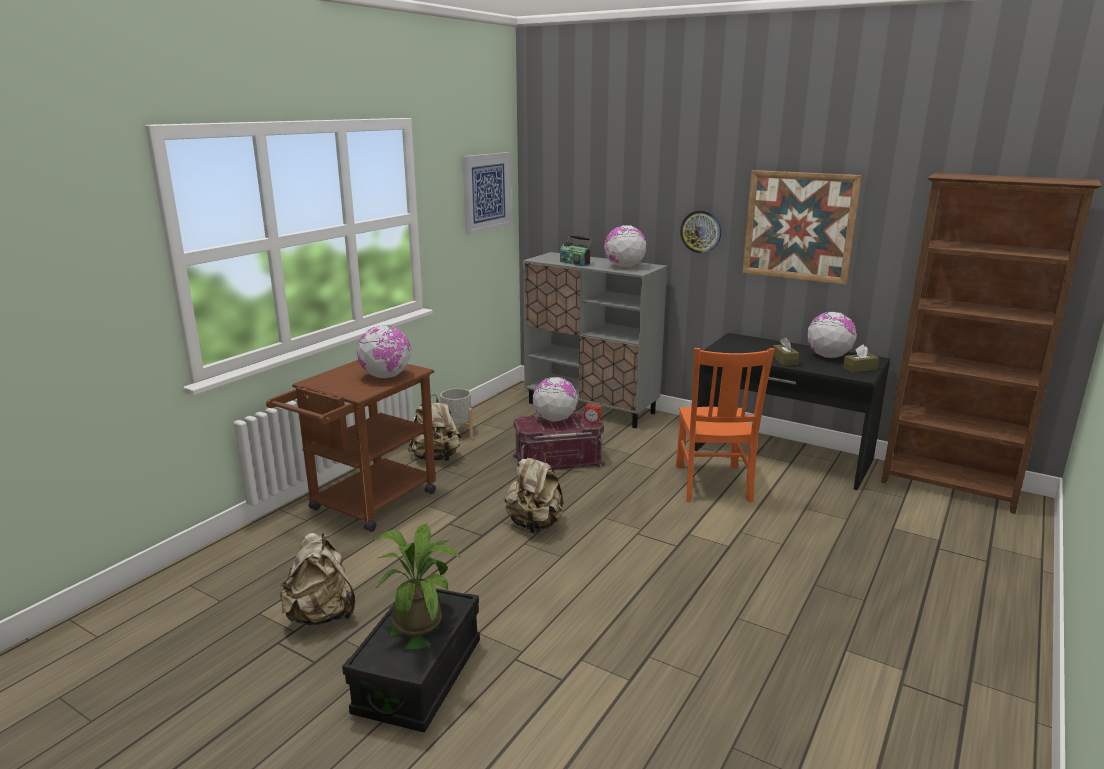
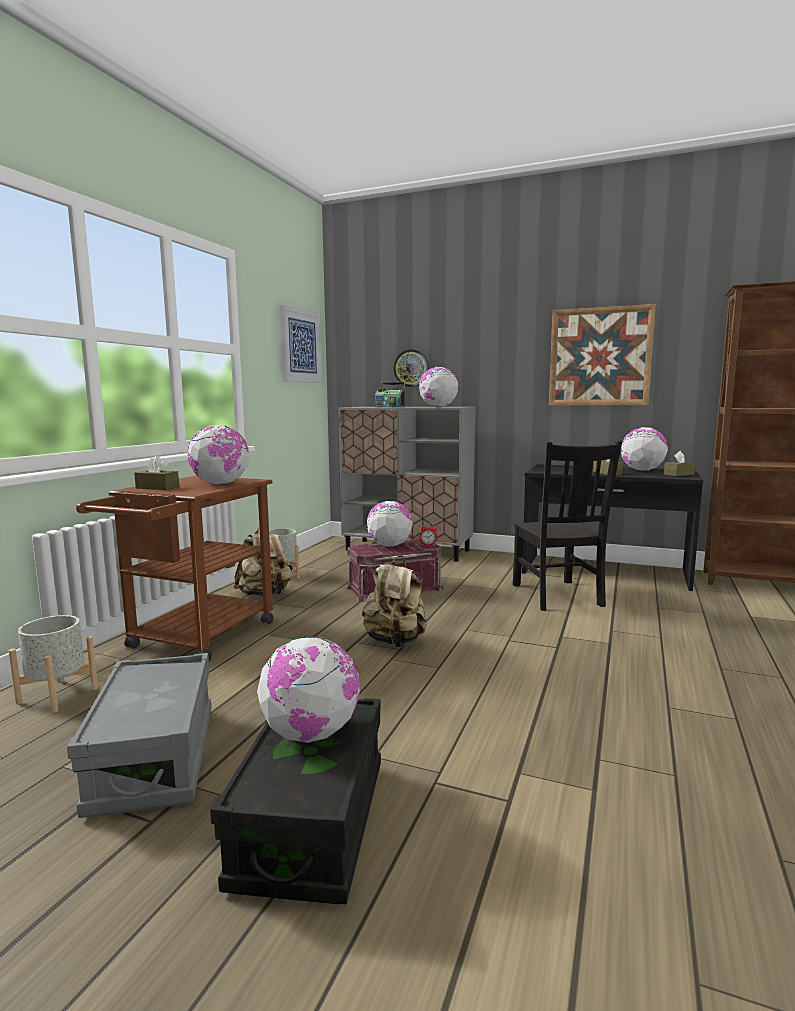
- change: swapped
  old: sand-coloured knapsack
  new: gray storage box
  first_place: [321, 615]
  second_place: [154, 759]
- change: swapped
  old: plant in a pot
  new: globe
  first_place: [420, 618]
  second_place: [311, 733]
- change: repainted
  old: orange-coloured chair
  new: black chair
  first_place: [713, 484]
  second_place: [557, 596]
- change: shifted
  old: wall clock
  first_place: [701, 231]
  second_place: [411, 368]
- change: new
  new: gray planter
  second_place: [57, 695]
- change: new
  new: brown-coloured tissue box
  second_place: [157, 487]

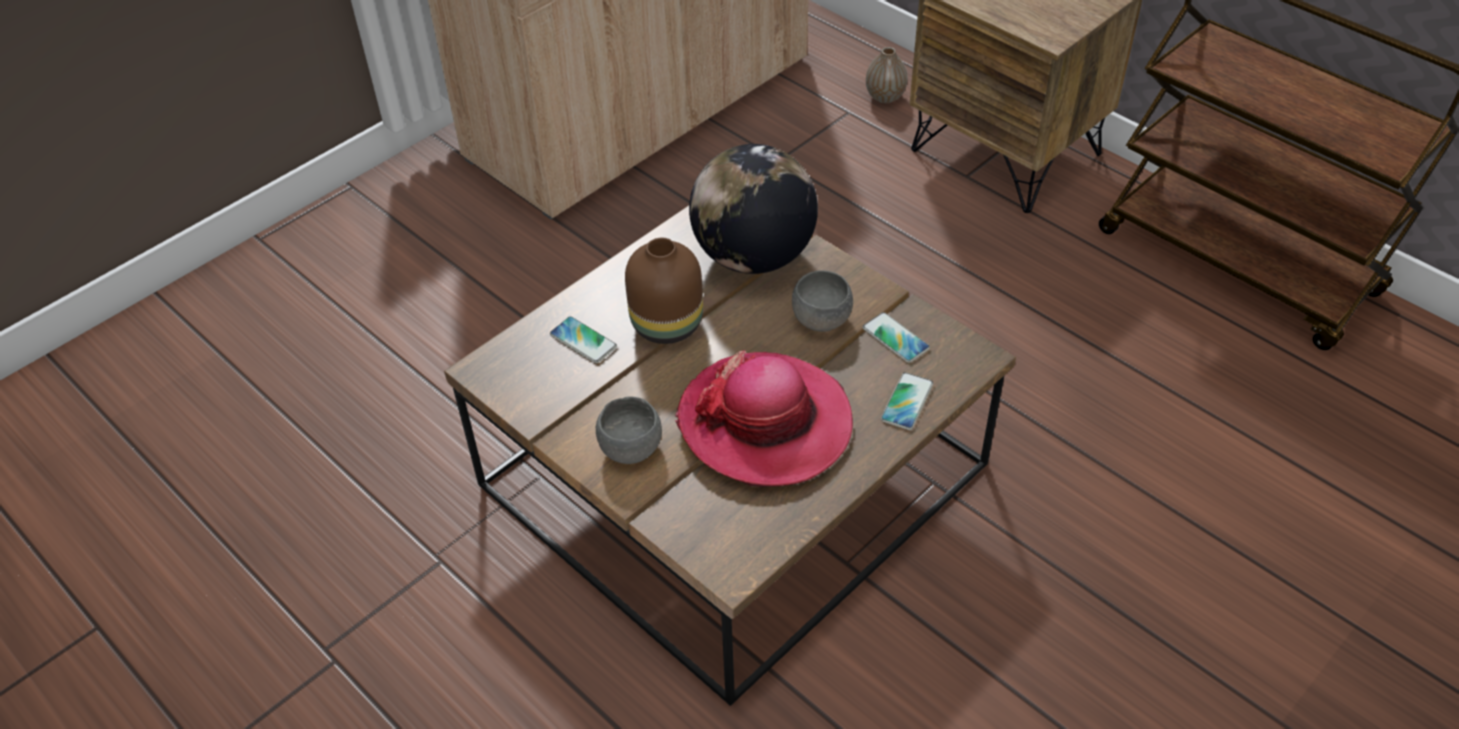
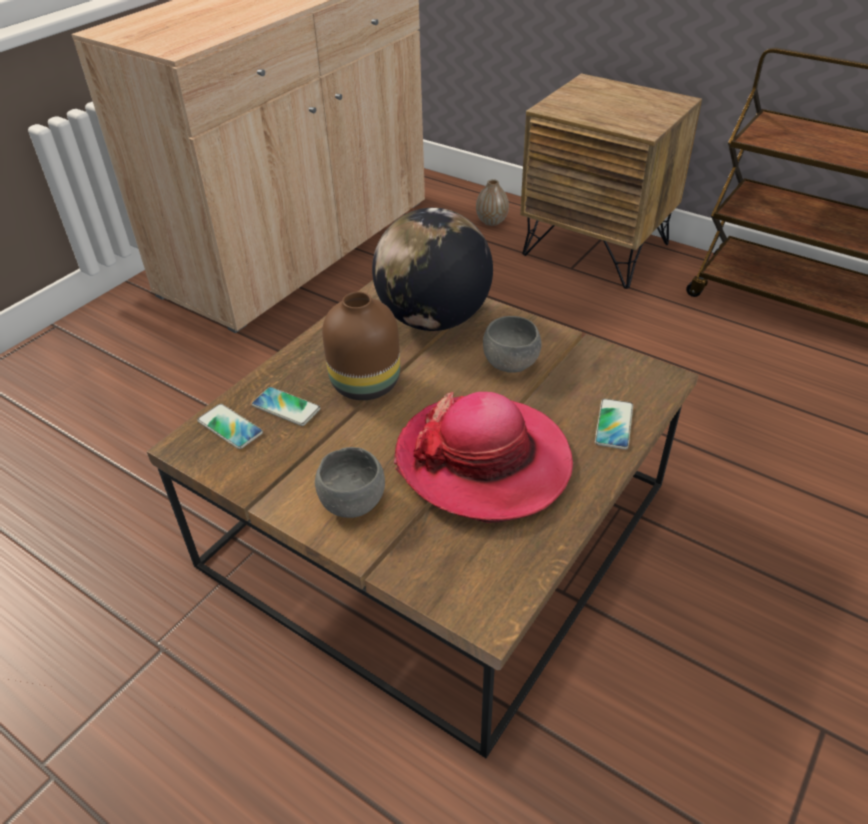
- change: shifted
  old: phone
  first_place: [895, 338]
  second_place: [230, 427]

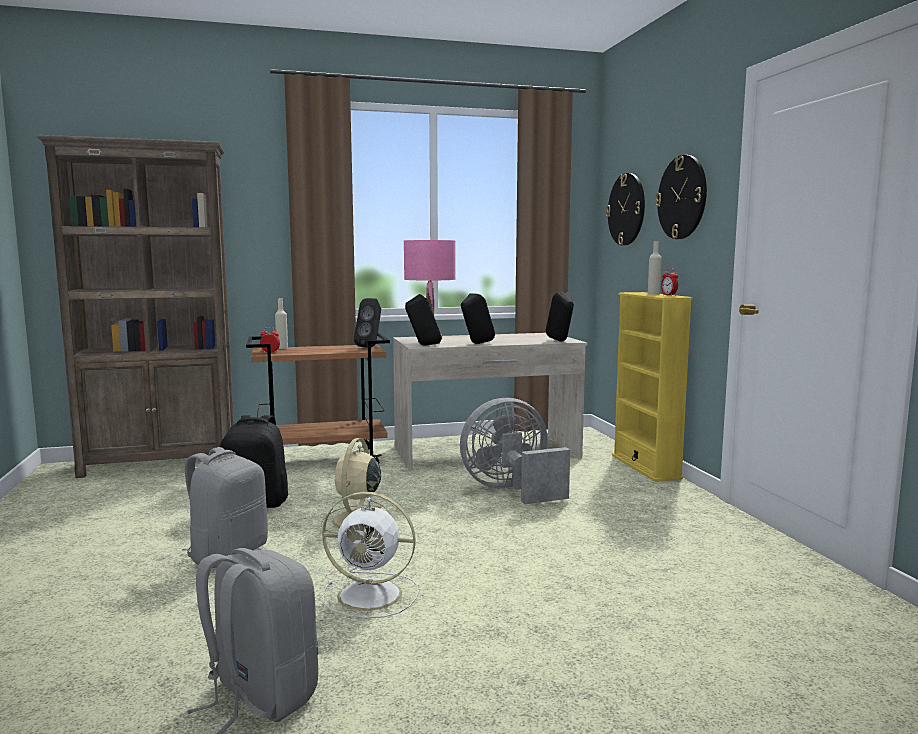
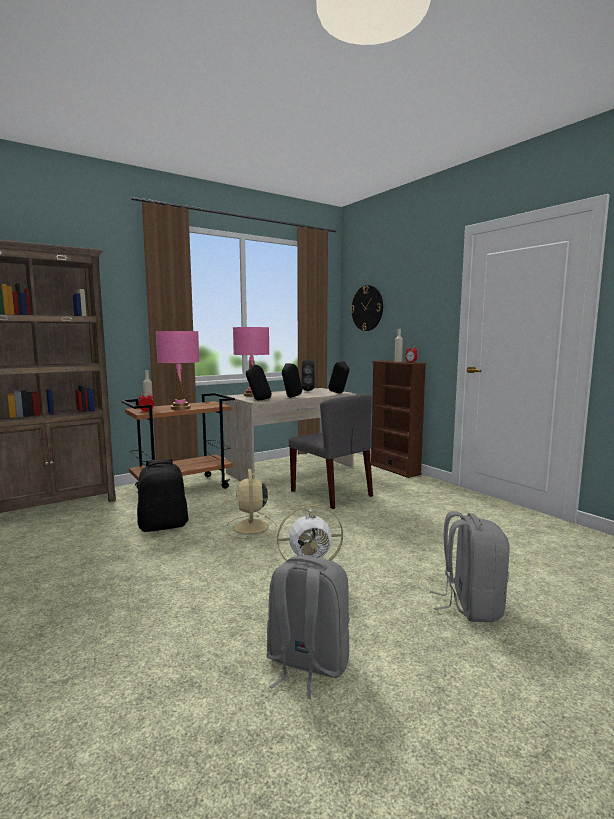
- change: shifted
  old: gray knapsack
  first_place: [227, 554]
  second_place: [470, 605]
- change: shifted
  old: black speaker
  first_place: [370, 347]
  second_place: [308, 390]
- change: swapped
  old: gray fan
  new: gray chair
  first_place: [511, 490]
  second_place: [332, 493]
- change: repainted
  old: yellow-coloured shelving unit
  new: brown-coloured shelving unit
  first_place: [645, 467]
  second_place: [394, 469]
- change: gone
  old: wall clock
  first_place: [682, 197]
- change: new
  new: pinkish table lamp
  second_place: [180, 408]

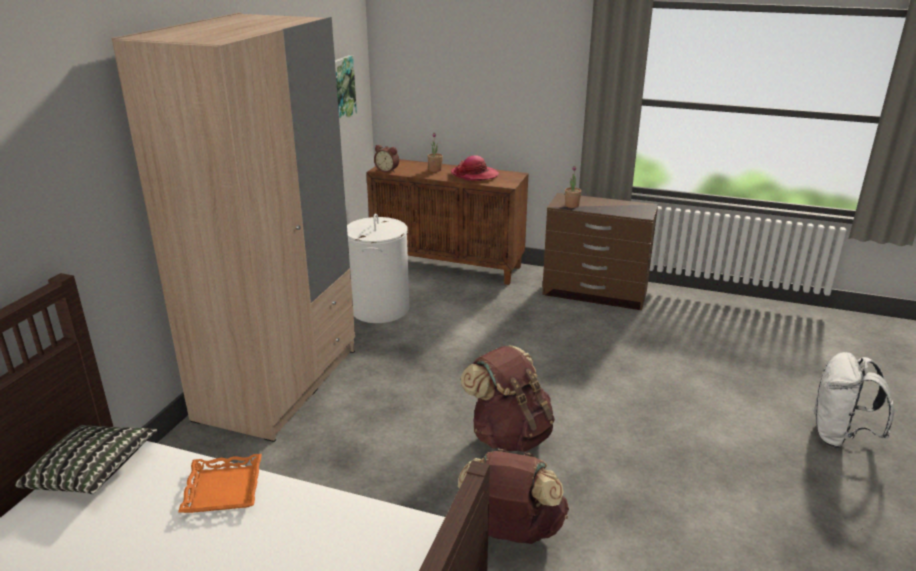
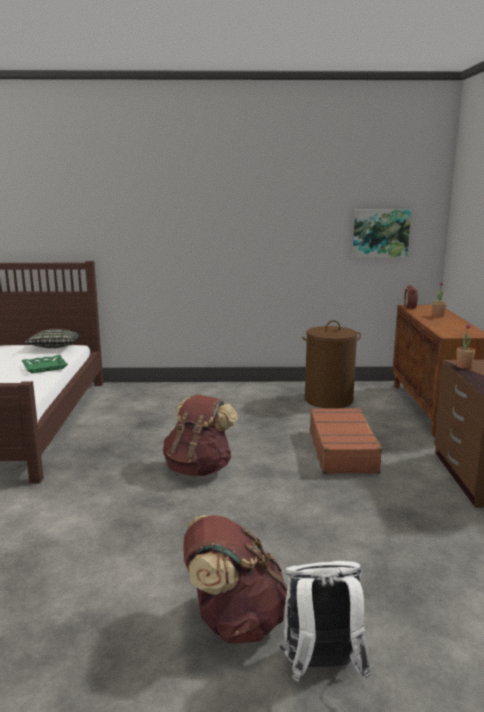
- change: gone
  old: sand-coloured clothes cupboard
  first_place: [279, 383]
- change: repainted
  old: orange-coloured serving tray
  new: greenish serving tray
  first_place: [224, 489]
  second_place: [44, 367]
- change: repainted
  old: white-coloured hamper
  new: brown-coloured hamper
  first_place: [380, 309]
  second_place: [328, 400]
- change: gone
  old: clothing hat
  first_place: [474, 175]
- change: shifted
  old: brown-coloured knapsack
  first_place: [511, 531]
  second_place: [233, 621]
- change: new
  new: brown-coloured travel case
  second_place: [343, 450]

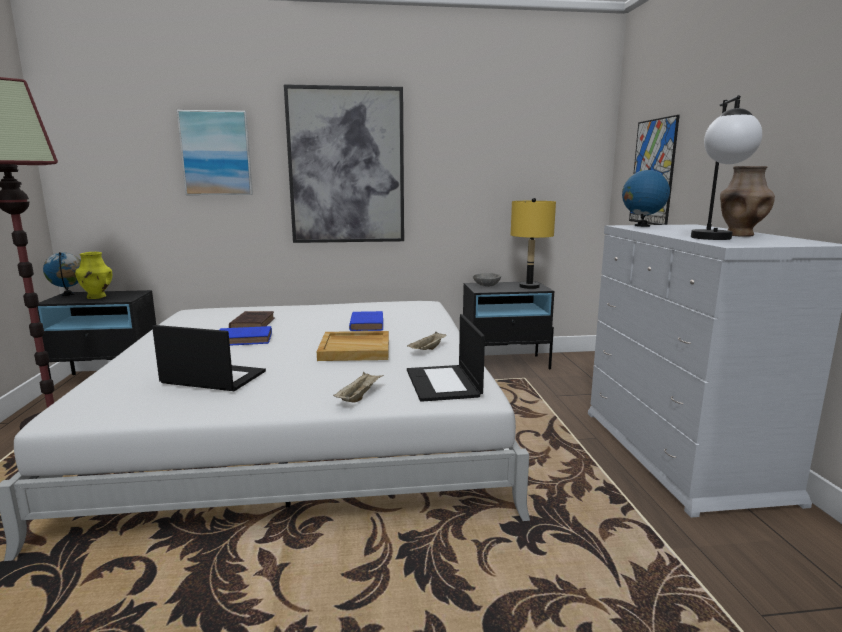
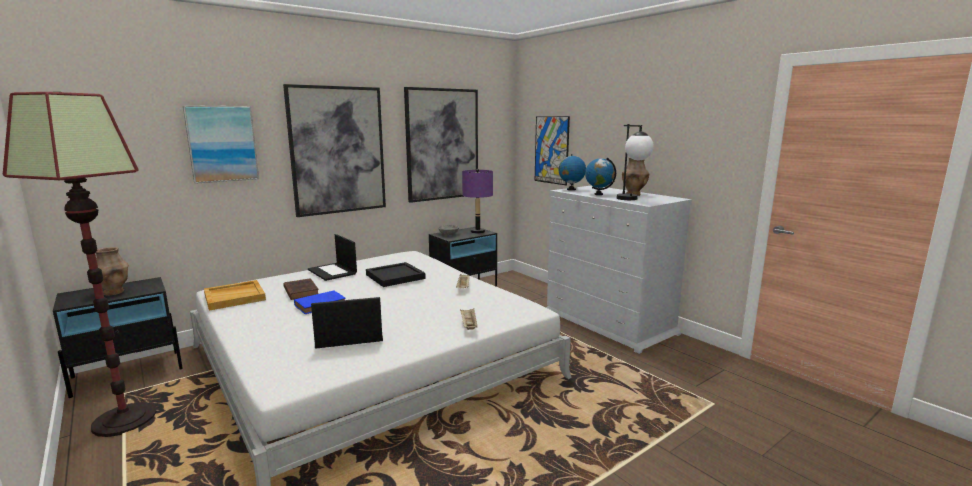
- change: shifted
  old: globe
  first_place: [68, 294]
  second_place: [598, 194]
- change: repainted
  old: yellow-coloured flower vase
  new: brown-coloured flower vase
  first_place: [97, 297]
  second_place: [114, 292]
- change: shifted
  old: sand-coloured serving tray
  first_place: [355, 349]
  second_place: [235, 297]
- change: swapped
  old: blue-coloured bound book
  new: black serving tray
  first_place: [367, 324]
  second_place: [395, 276]
- change: shifted
  old: notebook computer
  first_place: [444, 383]
  second_place: [333, 272]
- change: repainted
  old: yellow-coloured table lamp
  new: purplish table lamp
  first_place: [529, 287]
  second_place: [477, 232]
- change: new
  new: wall picture
  second_place: [442, 144]

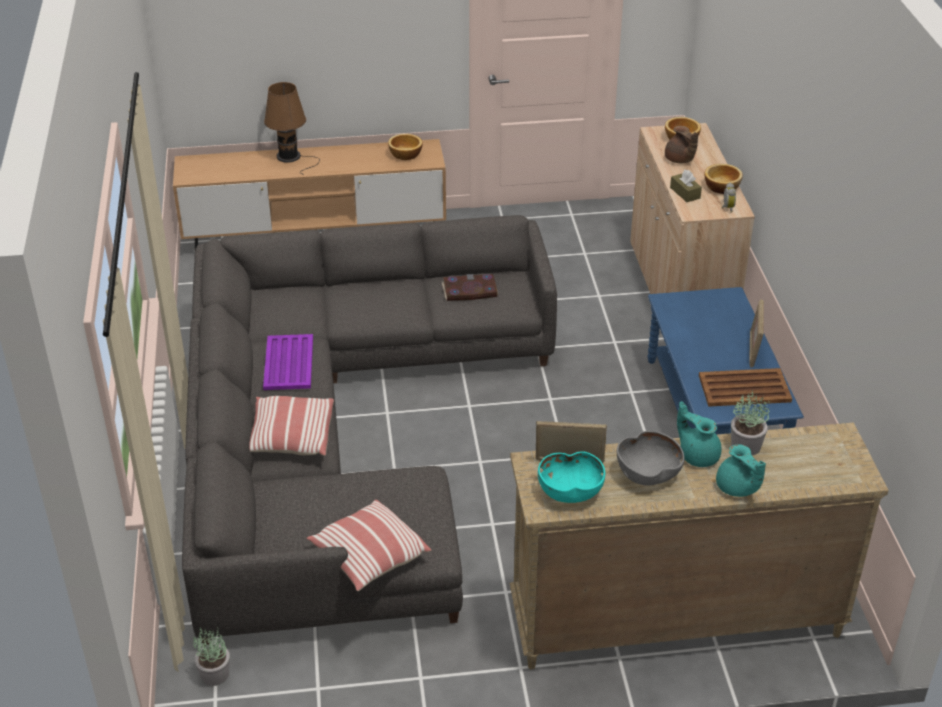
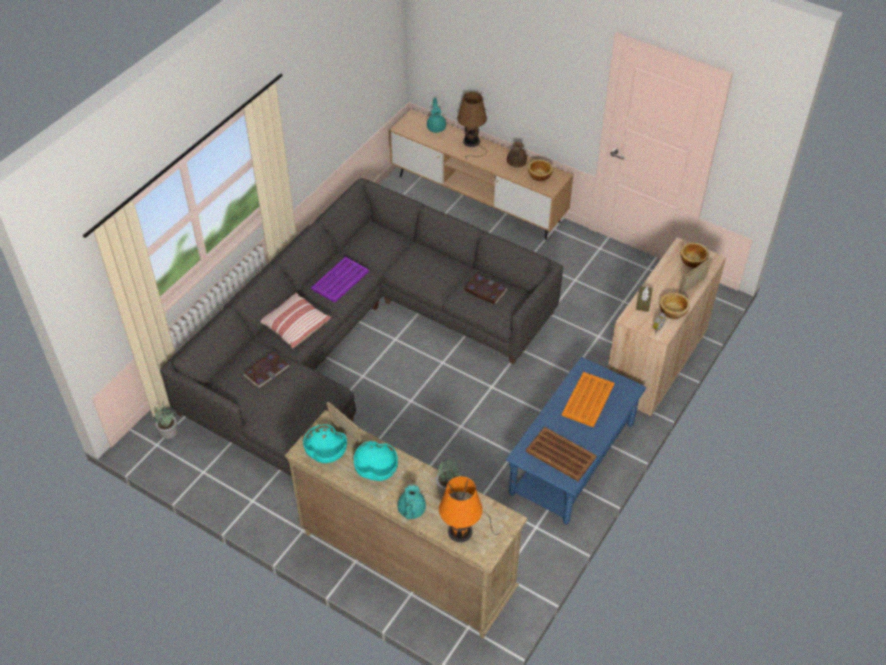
- change: gone
  old: pillow
  first_place: [369, 556]
- change: repainted
  old: gray serving bowl
  new: blue-green serving bowl
  first_place: [647, 473]
  second_place: [376, 469]
- change: shifted
  old: brown-coloured tea pot
  first_place: [679, 160]
  second_place: [516, 163]
- change: shifted
  old: blue-green tea pot
  first_place: [698, 455]
  second_place: [436, 127]
- change: shifted
  old: standing frame
  first_place: [753, 350]
  second_place: [692, 288]
- change: new
  new: bound book
  second_place: [266, 371]
- change: new
  new: orange-coloured table lamp
  second_place: [463, 530]
- change: new
  new: orange-coloured serving tray
  second_place: [588, 399]

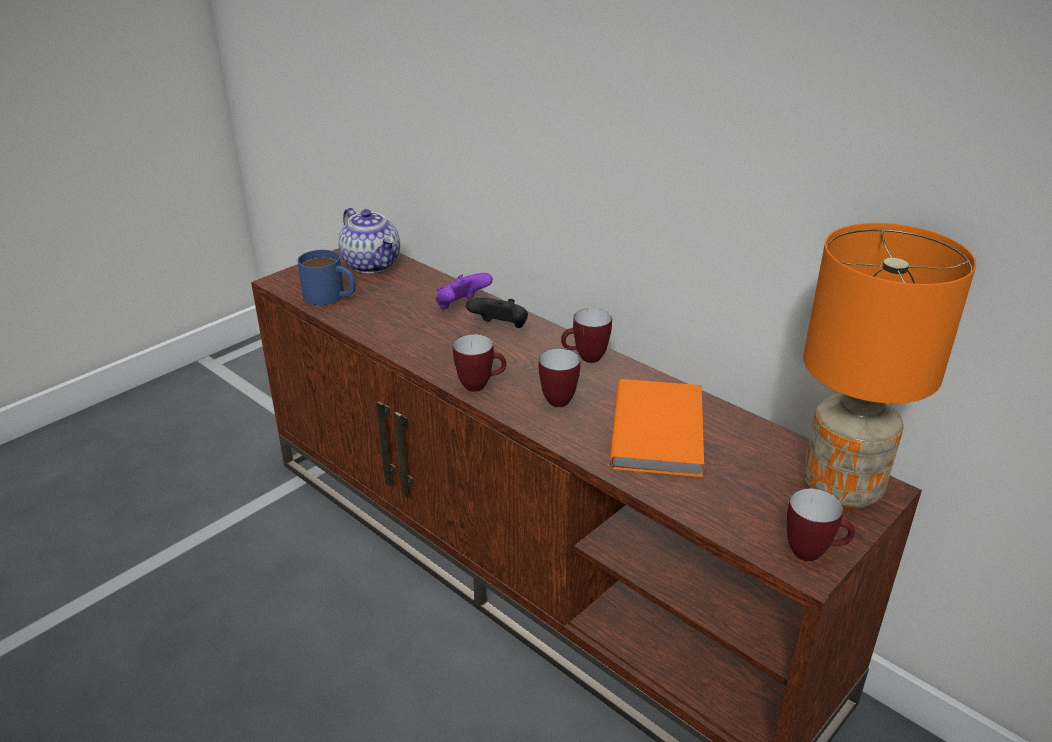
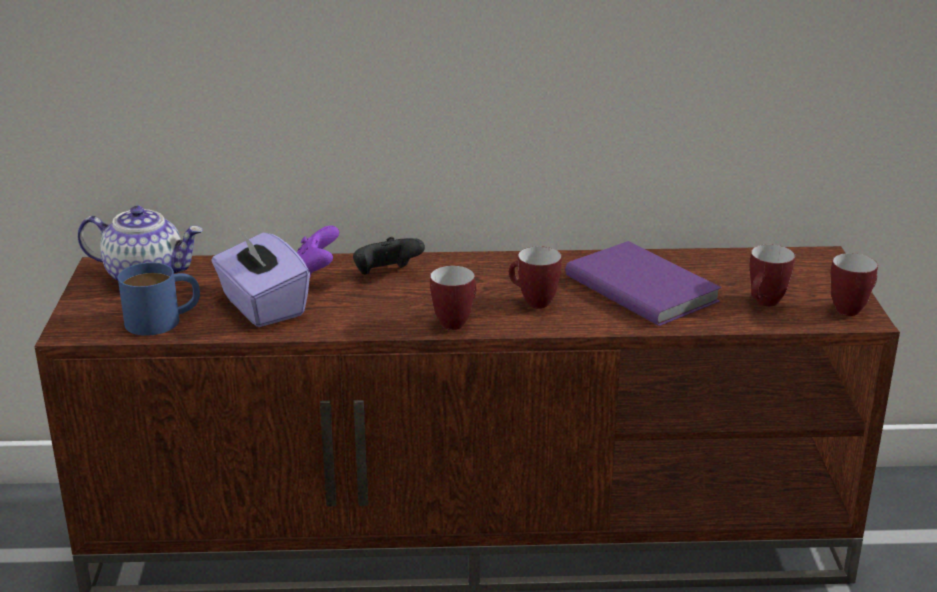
- change: shifted
  old: coffee mug
  first_place: [585, 358]
  second_place: [765, 304]
- change: repainted
  old: orange-coloured bound book
  new: purplish bound book
  first_place: [660, 430]
  second_place: [642, 287]
- change: gone
  old: orange-coloured table lamp
  first_place: [840, 488]
- change: new
  new: purplish tissue box
  second_place: [262, 306]

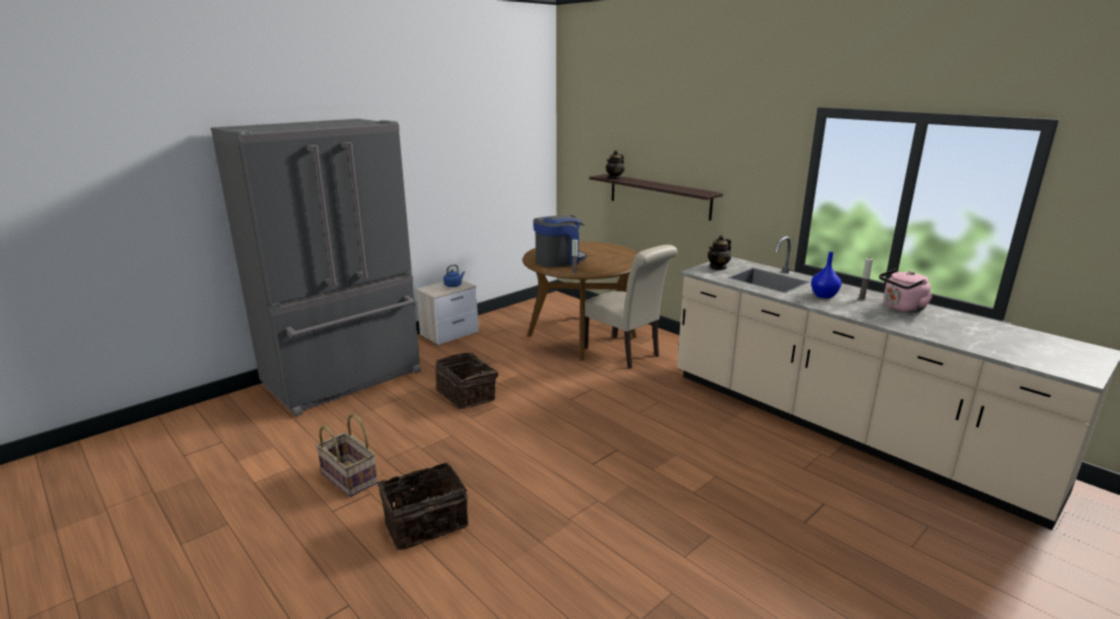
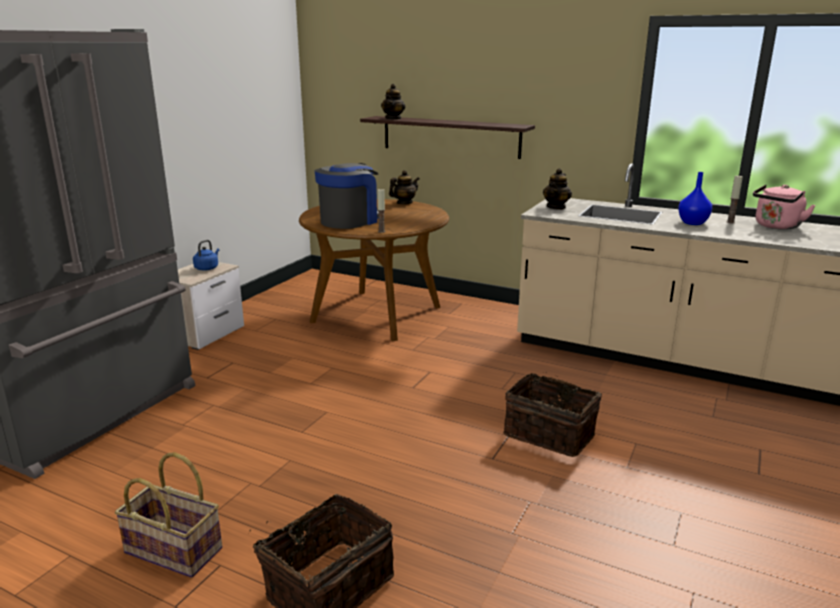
- change: shifted
  old: storage basket
  first_place: [467, 395]
  second_place: [550, 434]
- change: gone
  old: sand-coloured chair
  first_place: [625, 353]
- change: new
  new: tea pot
  second_place: [404, 203]

